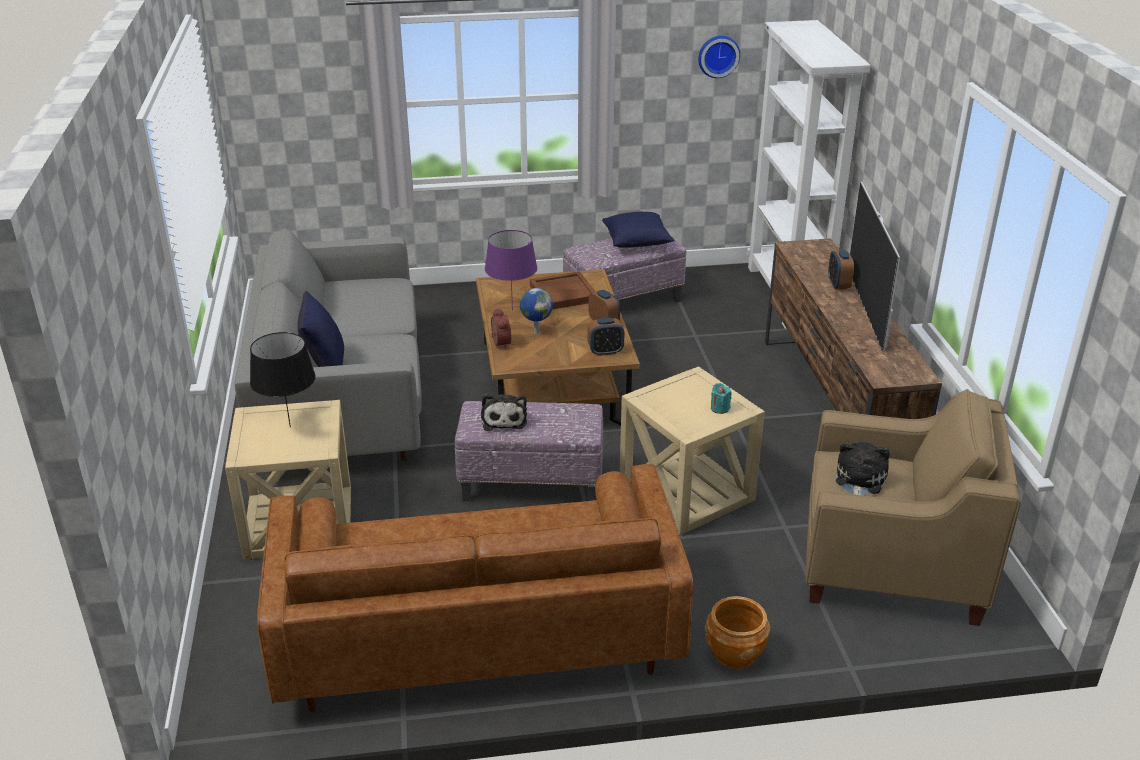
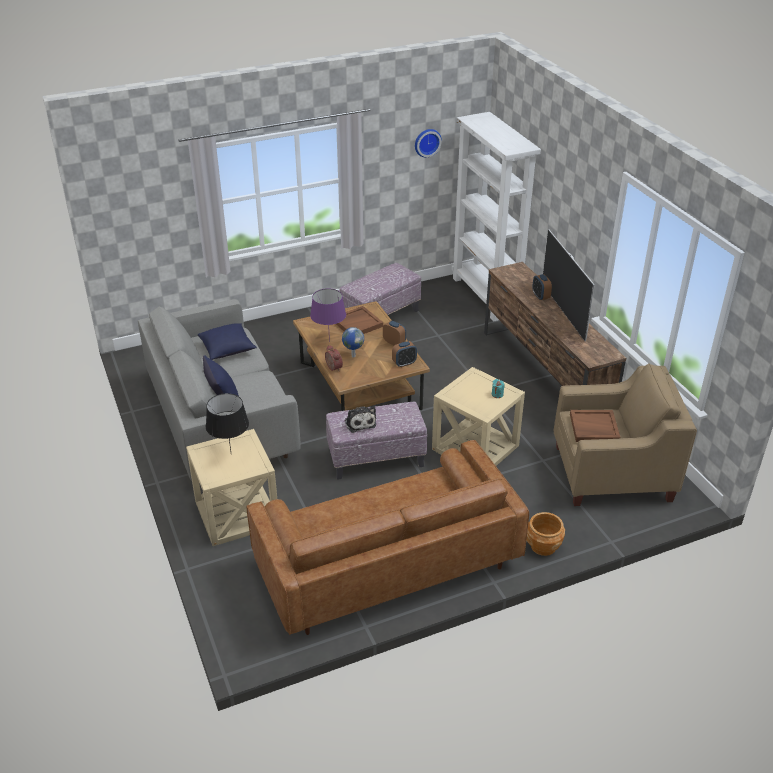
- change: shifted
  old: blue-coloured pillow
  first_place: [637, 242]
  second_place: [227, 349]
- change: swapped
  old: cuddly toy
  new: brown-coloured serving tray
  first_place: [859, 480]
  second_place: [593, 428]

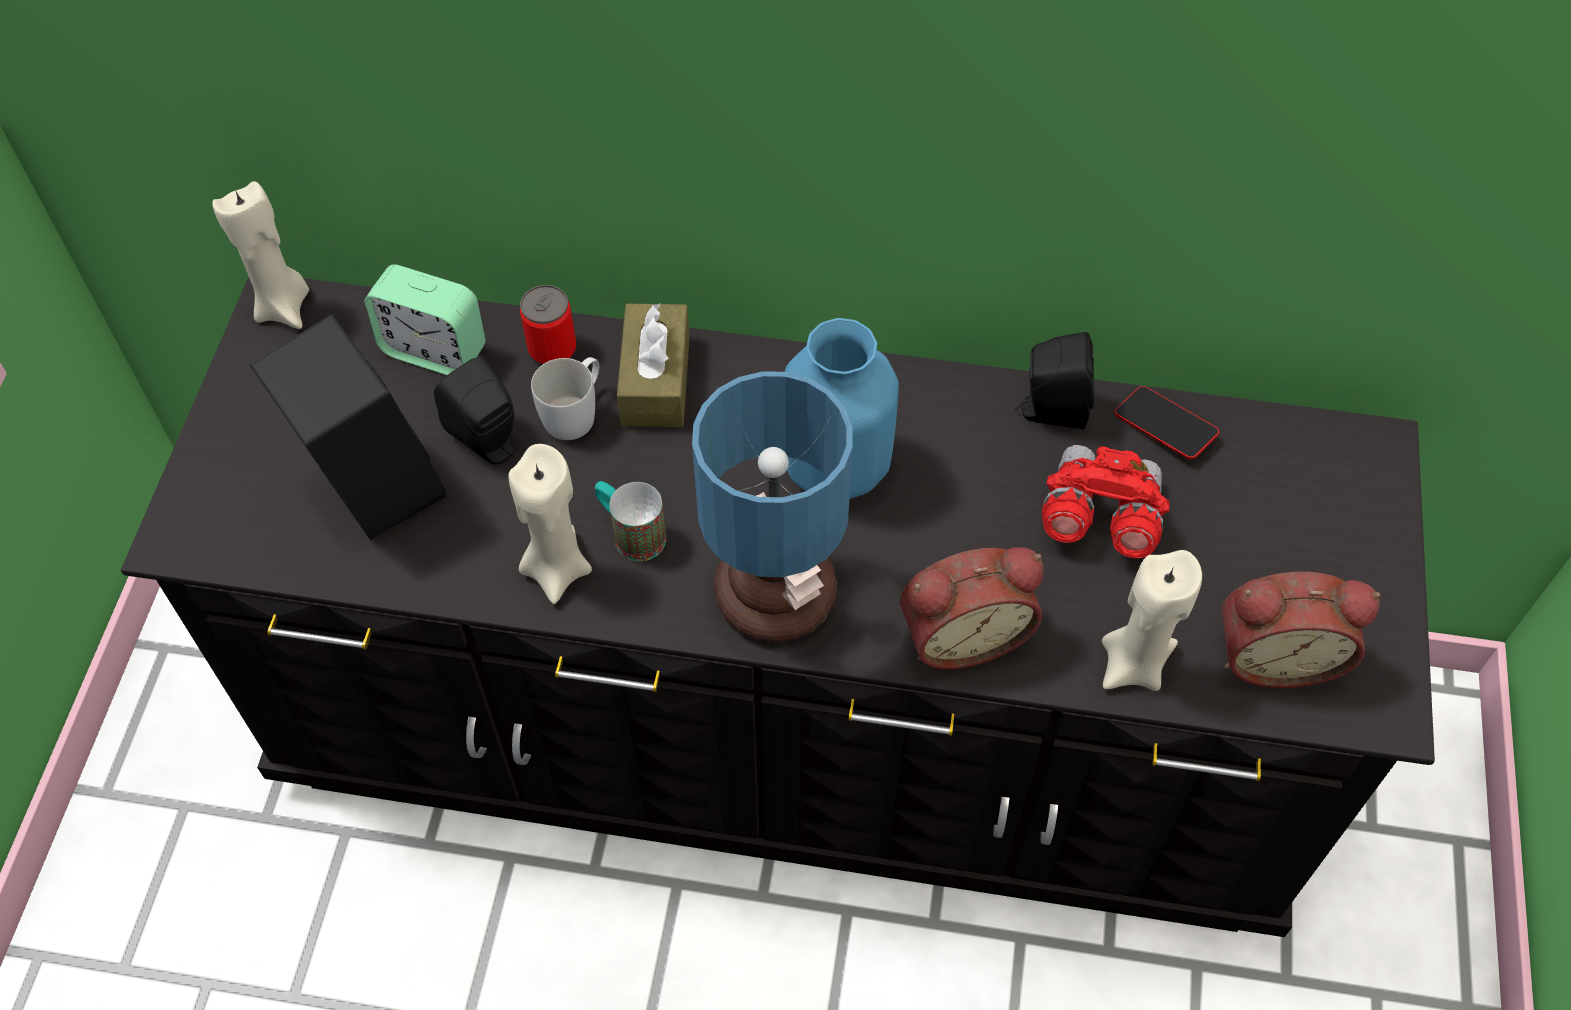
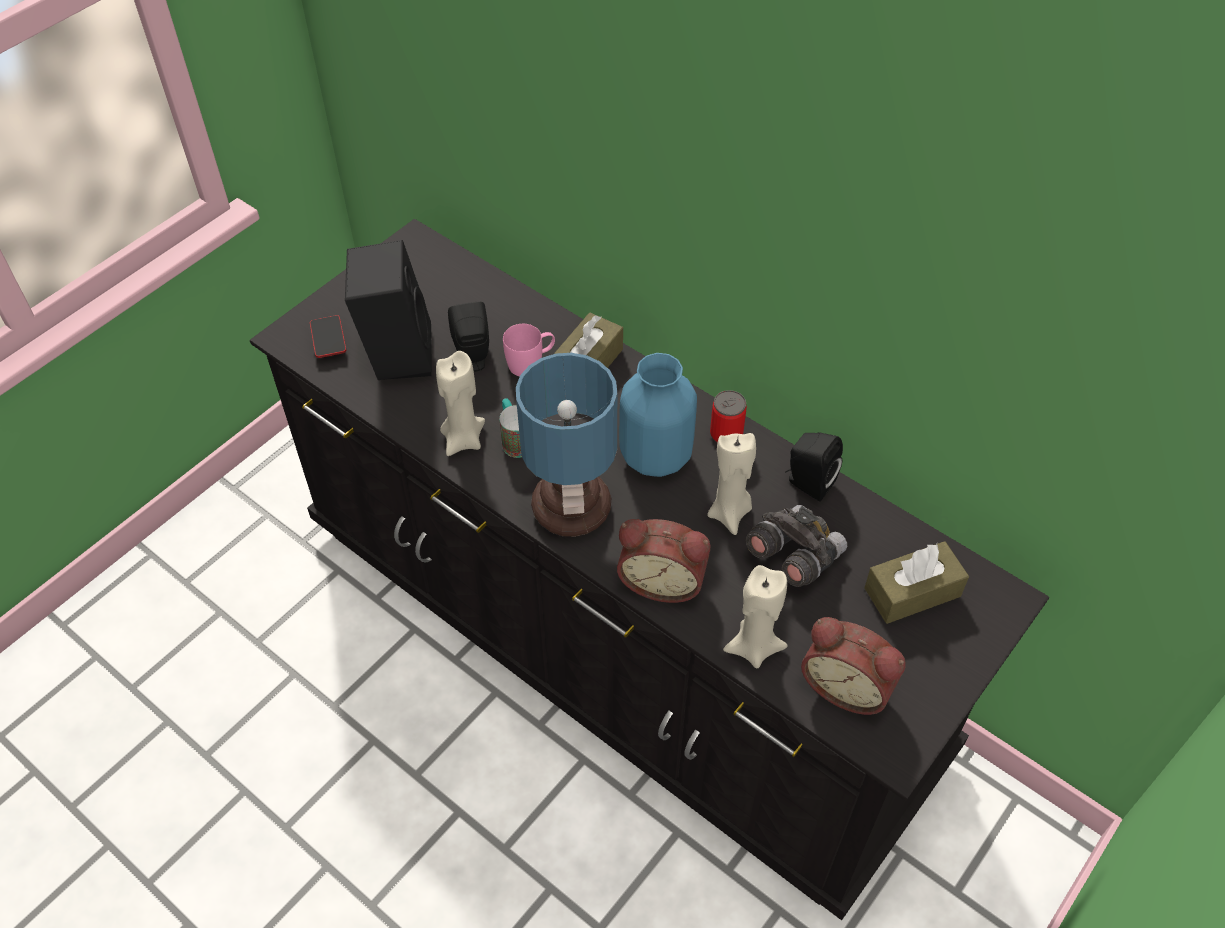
- change: shifted
  old: sand-coloured wax light
  first_place: [284, 307]
  second_place: [730, 513]
- change: gone
  old: bedside clock
  first_place: [434, 350]
- change: shifted
  old: sealed can
  first_place: [552, 349]
  second_place: [726, 434]
- change: repainted
  old: white-coloured coffee mug
  new: pinkish coffee mug
  first_place: [575, 412]
  second_place: [531, 362]
- change: repainted
  old: red-coloured pair of binoculars
  new: gray pair of binoculars
  first_place: [1098, 517]
  second_place: [793, 556]
- change: shifted
  old: phone
  first_place: [1164, 427]
  second_place: [328, 340]
- change: new
  new: brown-coloured tissue box
  second_place: [912, 592]

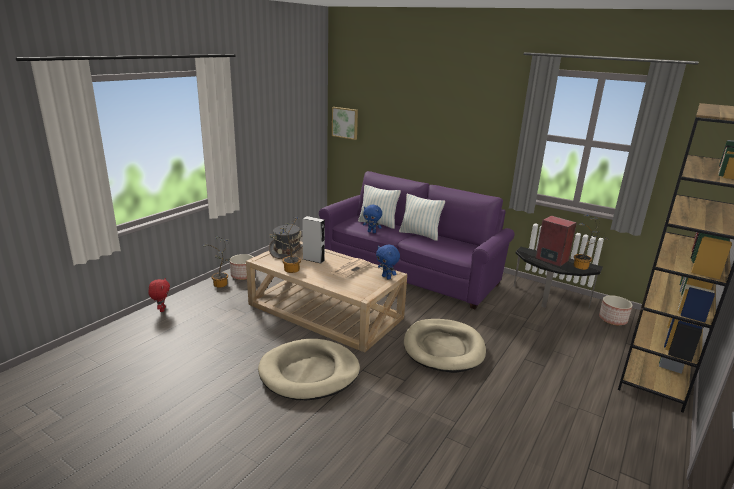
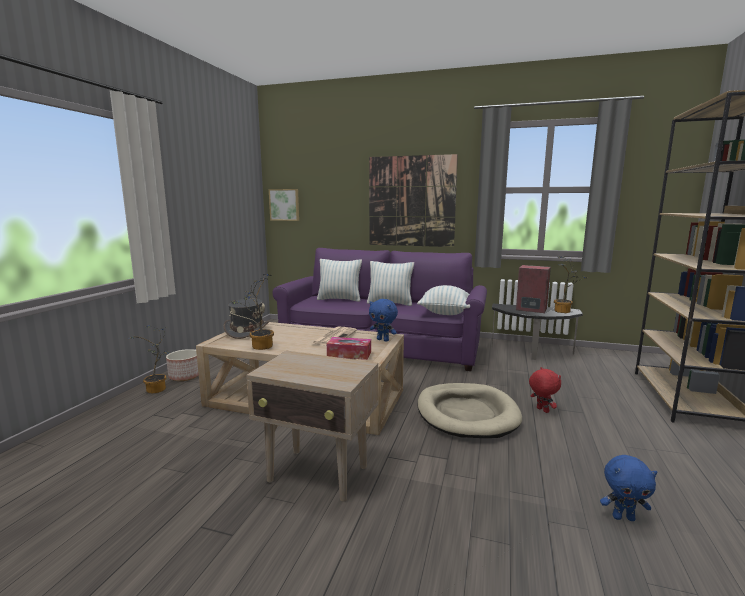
- change: shifted
  old: red-coloured cuddly toy
  first_place: [162, 309]
  second_place: [541, 410]
- change: swapped
  old: sand-coloured pet bed
  new: sand-coloured accent table
  first_place: [309, 373]
  second_place: [318, 474]
- change: gone
  old: gray speaker
  first_place: [313, 259]
- change: shifted
  old: blue-coloured cuddly toy
  first_place: [372, 232]
  second_place: [623, 517]
- change: gone
  old: planter
  first_place: [612, 320]
- change: new
  new: tissue box
  second_place: [349, 354]
- change: new
  new: wall picture
  second_place: [411, 201]
- change: new
  new: pillow
  second_place: [445, 313]

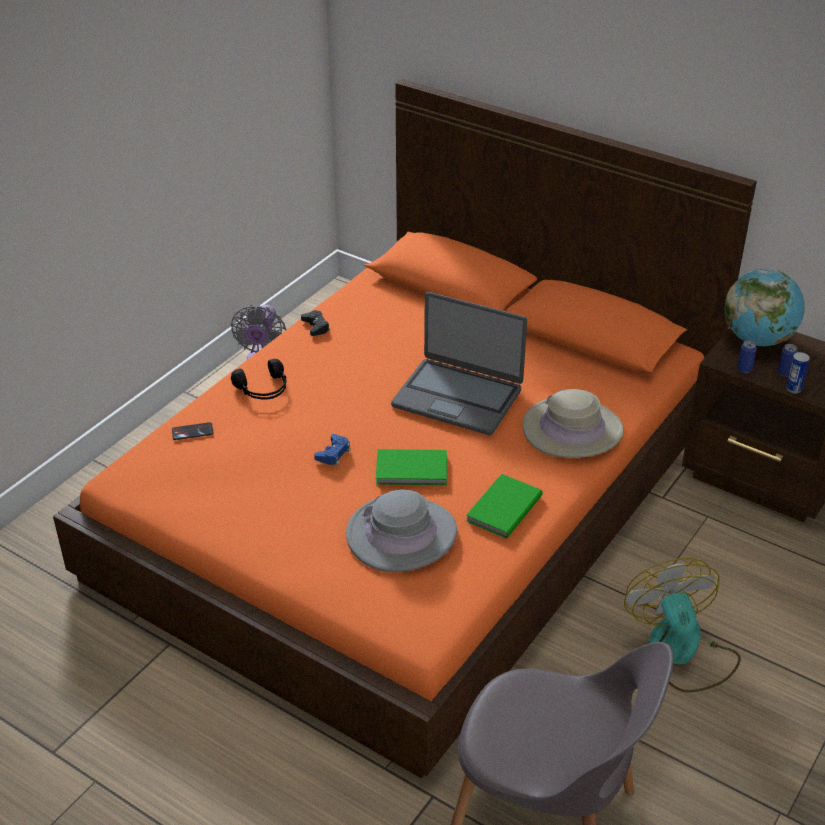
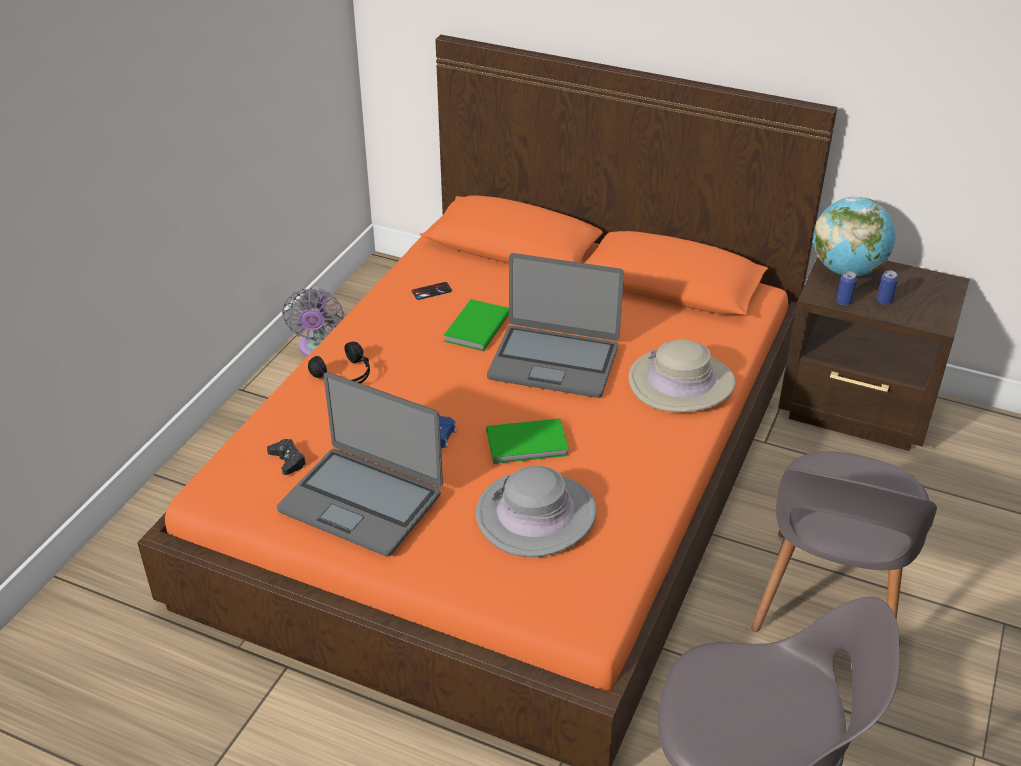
- change: shifted
  old: phone
  first_place: [192, 431]
  second_place: [431, 291]
- change: shifted
  old: black gamepad
  first_place: [315, 326]
  second_place: [287, 460]
- change: shifted
  old: greenish bound book
  first_place: [502, 508]
  second_place: [475, 328]
- change: swapped
  old: fan
  new: gray chair
  first_place: [681, 652]
  second_place: [828, 600]
- change: gone
  old: sealed can
  first_place: [793, 389]
- change: new
  new: notebook computer
  second_place: [362, 501]

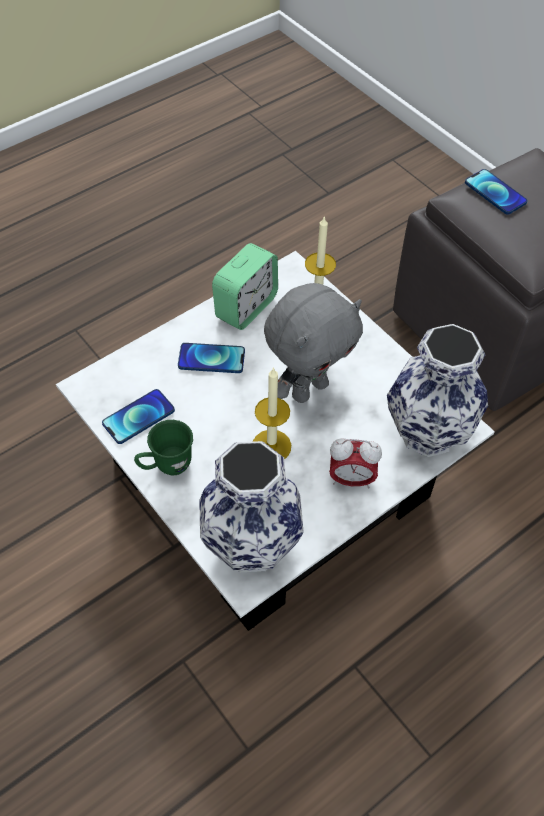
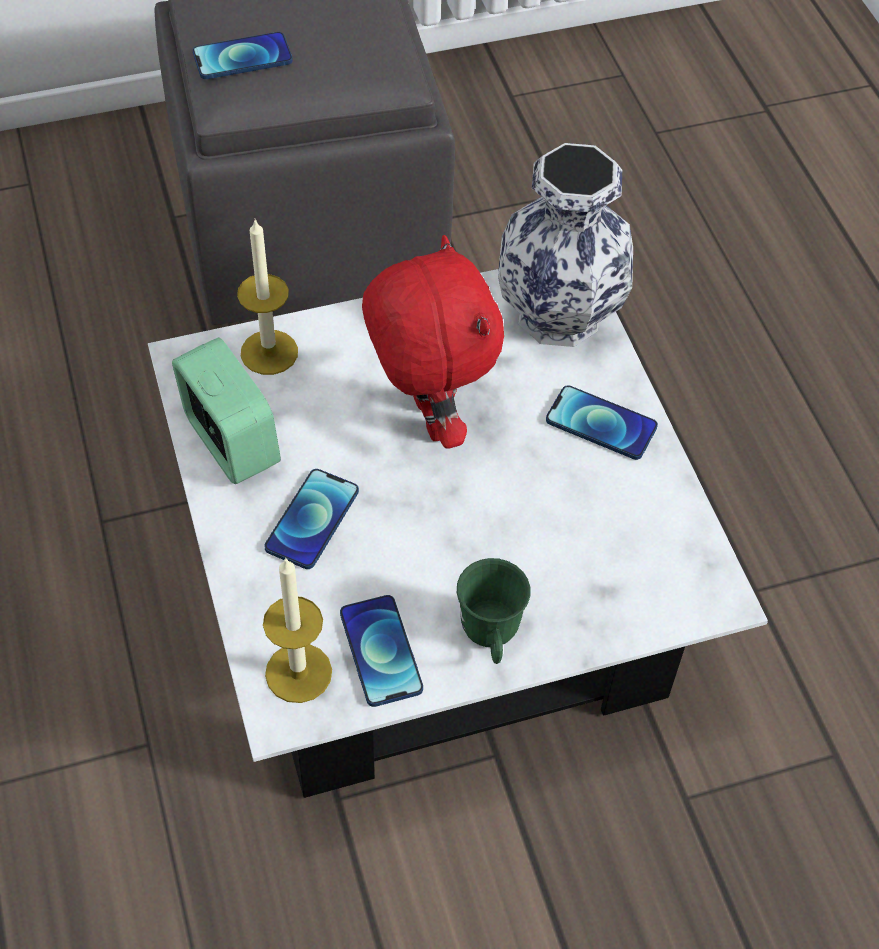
- change: gone
  old: flower vase
  first_place: [251, 542]
- change: shifted
  old: wax light
  first_place: [271, 446]
  second_place: [298, 672]
- change: repainted
  old: gray cuddly toy
  new: red-coloured cuddly toy
  first_place: [308, 389]
  second_place: [427, 418]
- change: swapped
  old: bedside clock
  new: phone
  first_place: [351, 479]
  second_place: [601, 424]

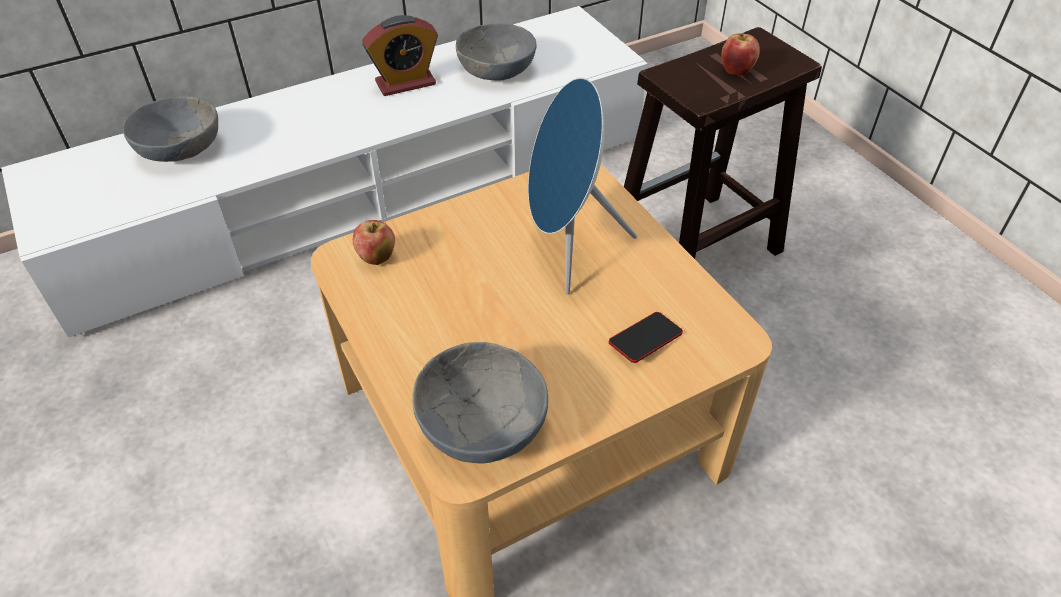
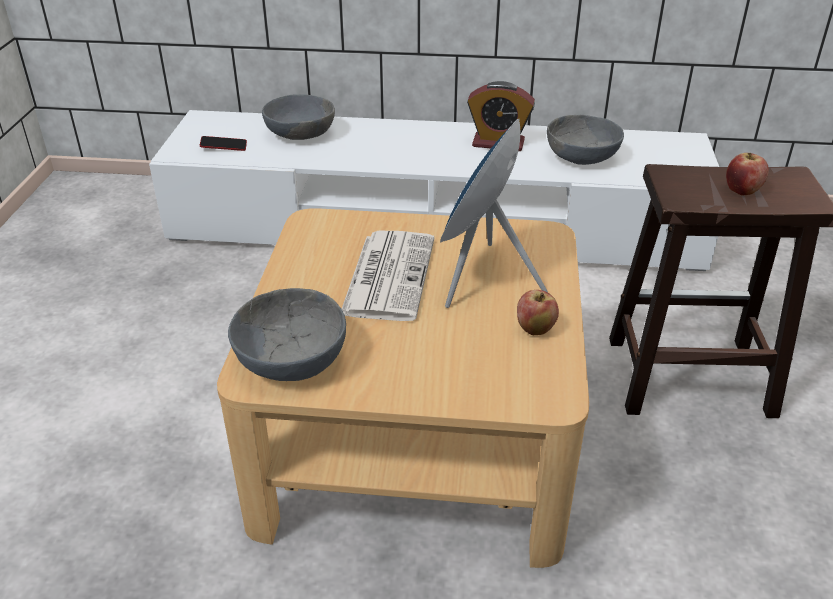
- change: shifted
  old: whole apple
  first_place: [376, 258]
  second_place: [535, 329]
- change: shifted
  old: phone
  first_place: [645, 340]
  second_place: [224, 147]
- change: new
  new: daily paper
  second_place: [388, 275]

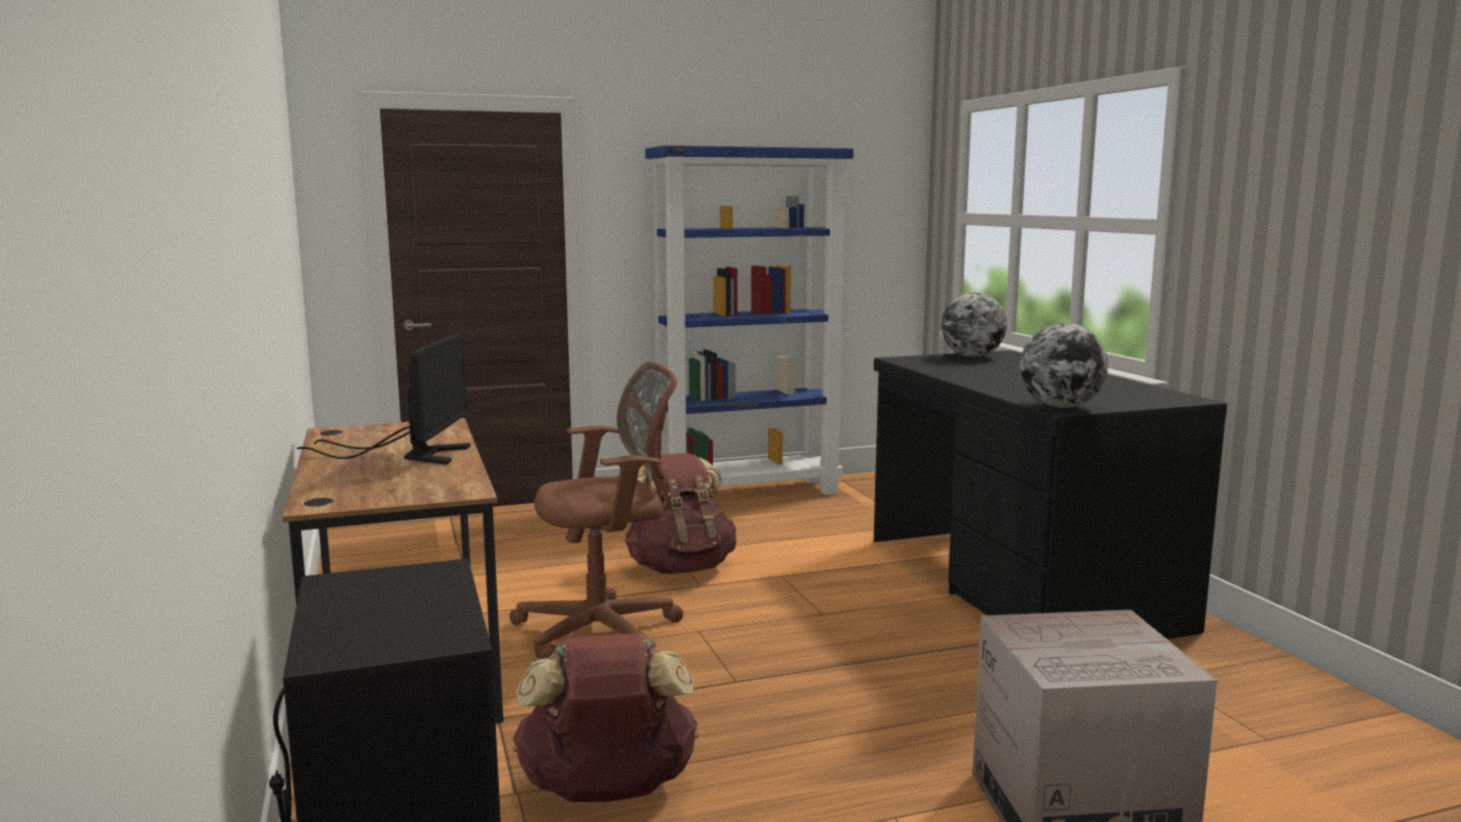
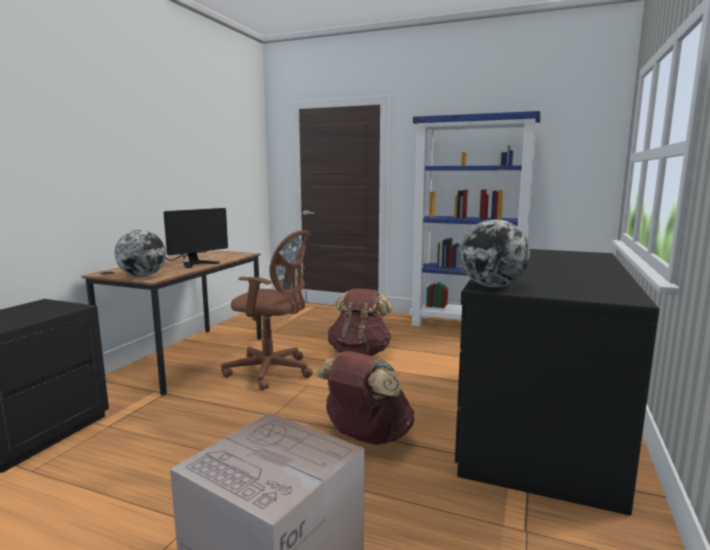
- change: shifted
  old: brown-coloured knapsack
  first_place: [607, 792]
  second_place: [366, 437]
- change: shifted
  old: globe
  first_place: [972, 356]
  second_place: [142, 276]

